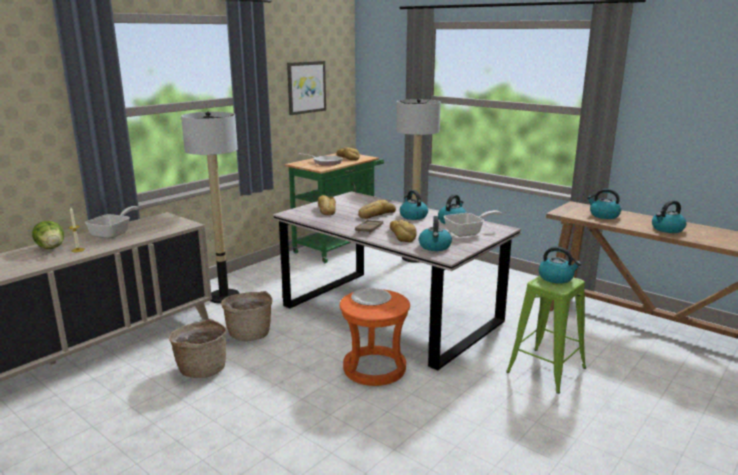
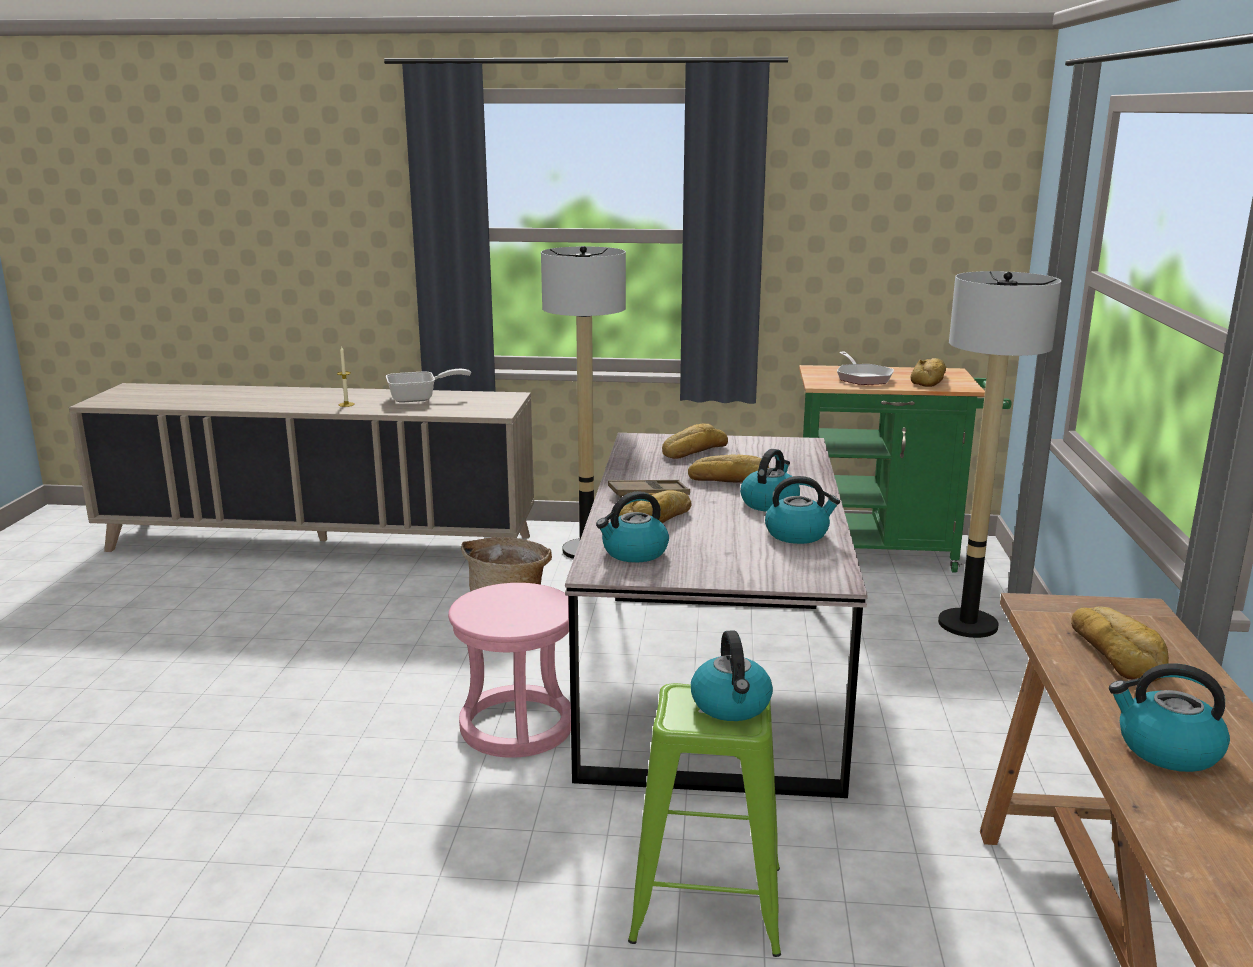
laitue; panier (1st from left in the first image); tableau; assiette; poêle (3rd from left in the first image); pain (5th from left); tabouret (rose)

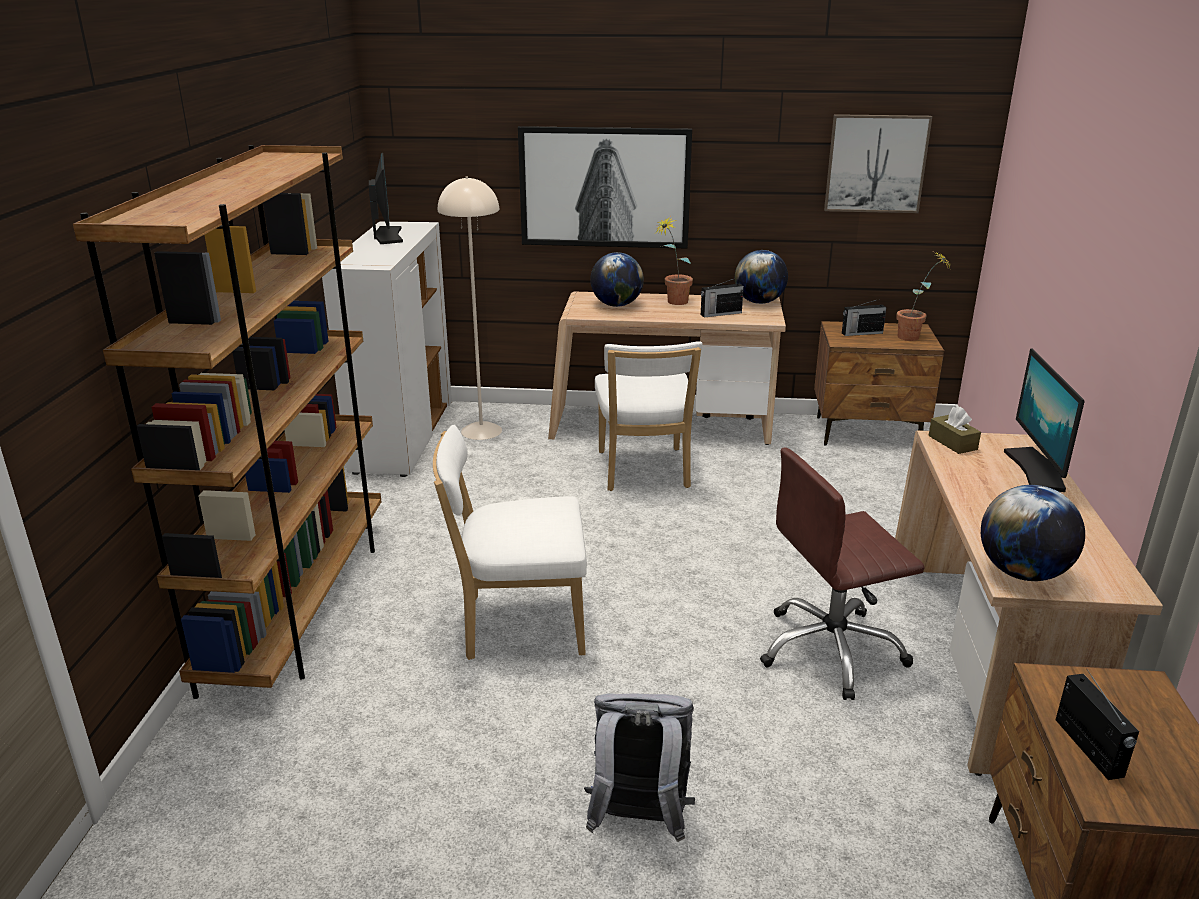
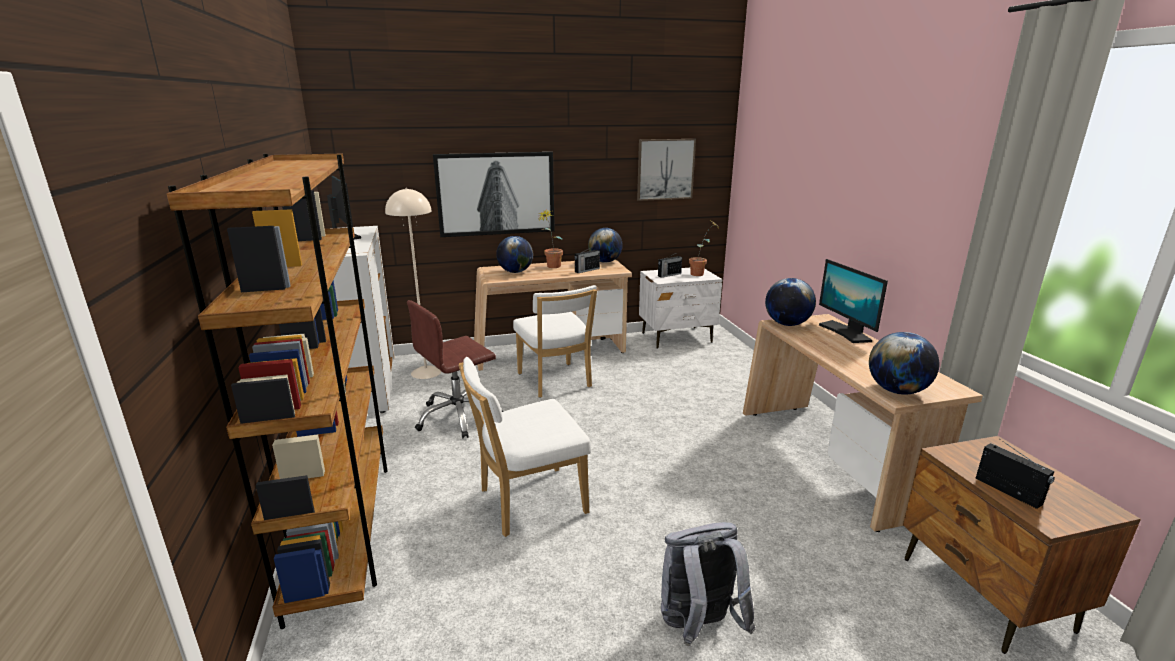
chaise de bureau (marron); globe (3rd from left); table de chevet (blanc)

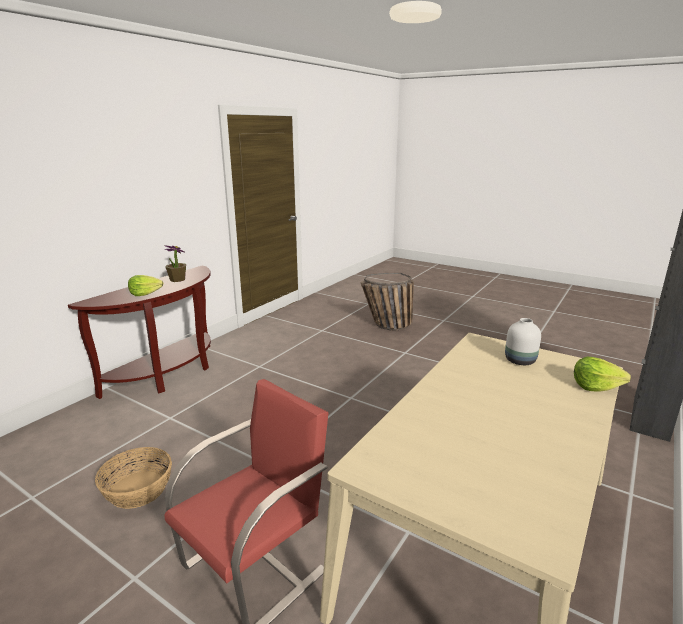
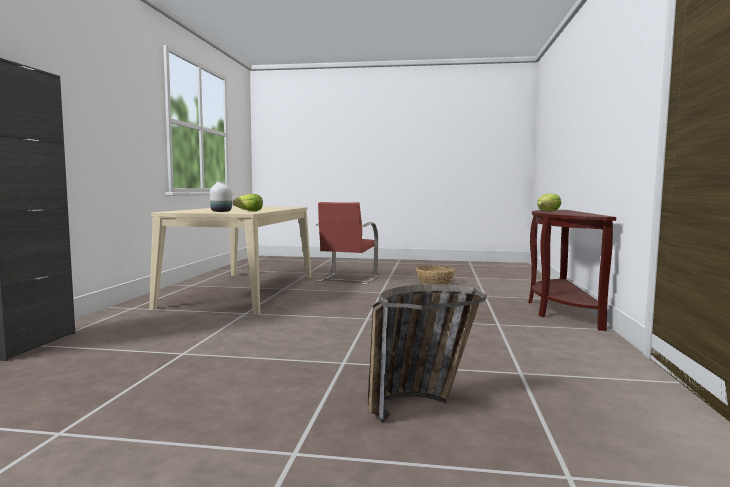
plante en pot; laitue (1st from left)

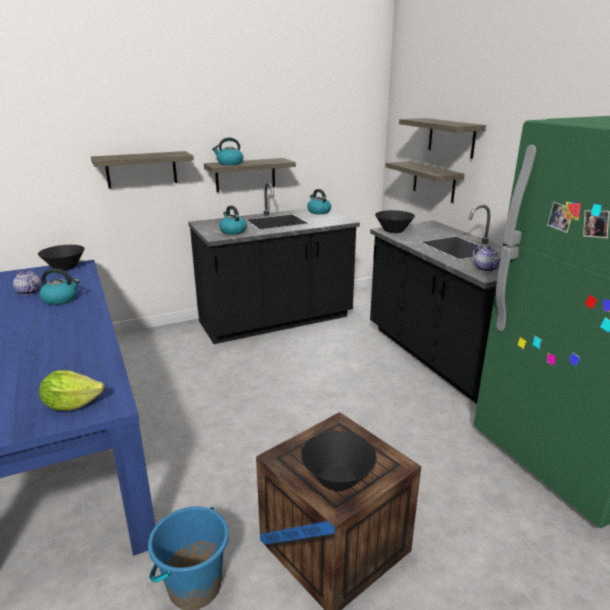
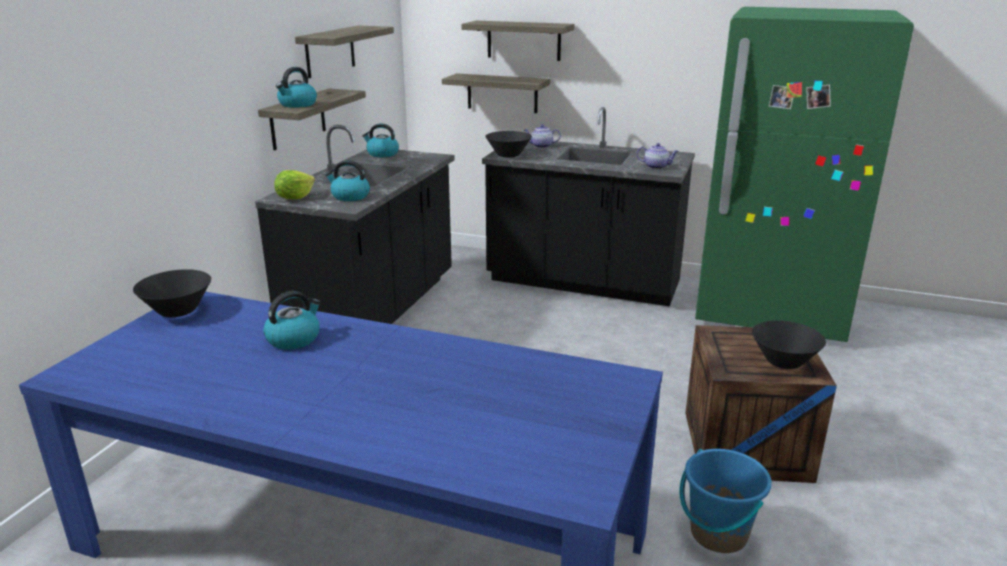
théière (1st from left); laitue; étagère (2nd from left)

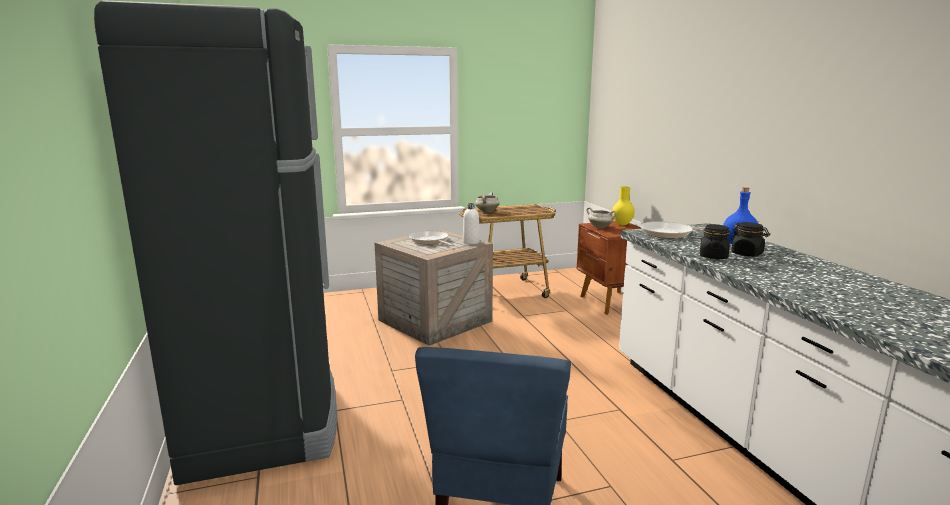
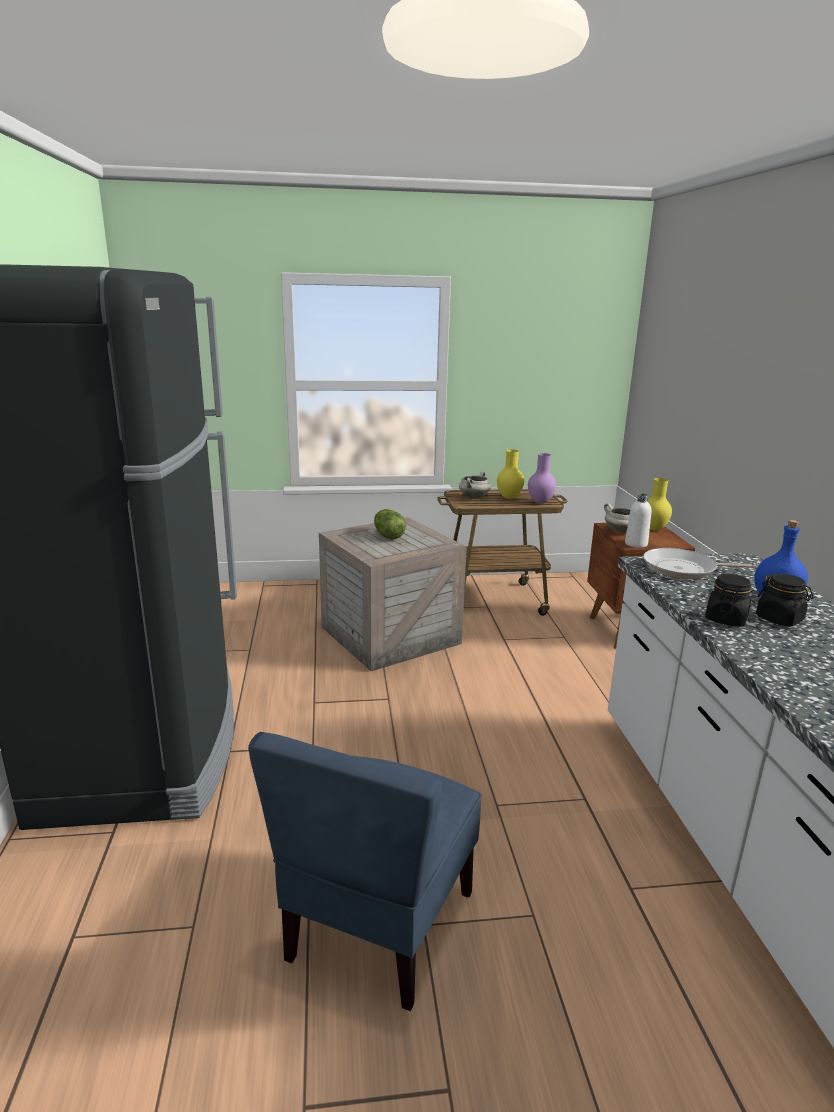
vase (jaune) (1st from left); vase (violet); bouteille (blanc); laitue

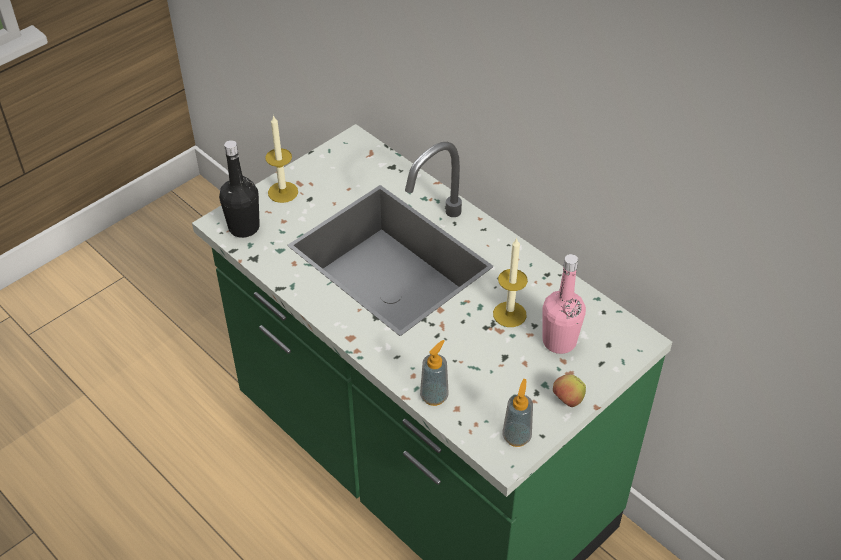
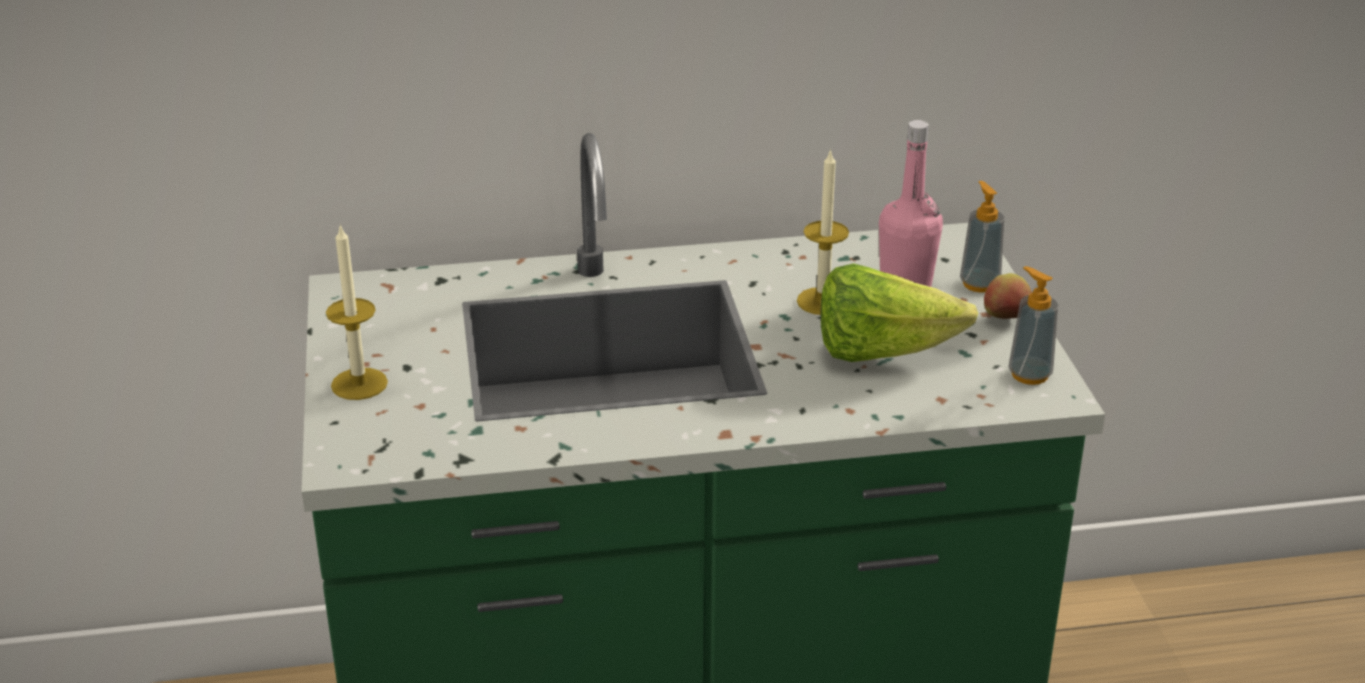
bouteille (noir); laitue; distributeur de savon (1st from left)

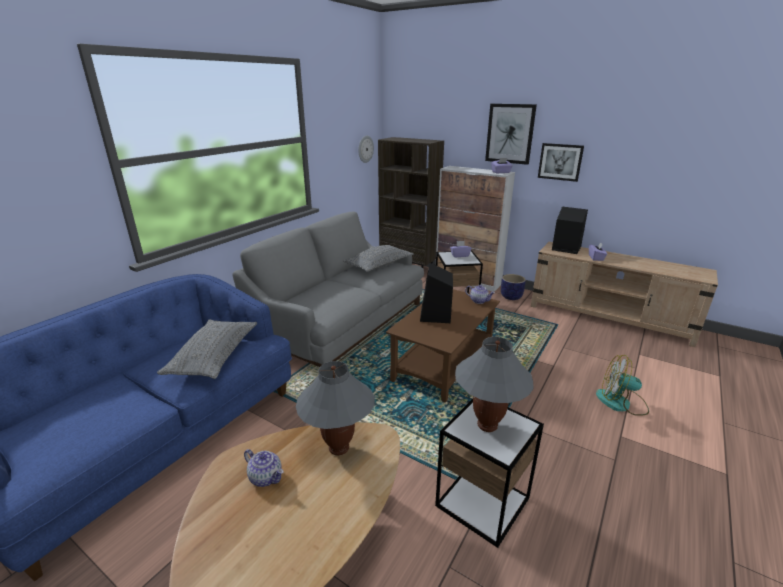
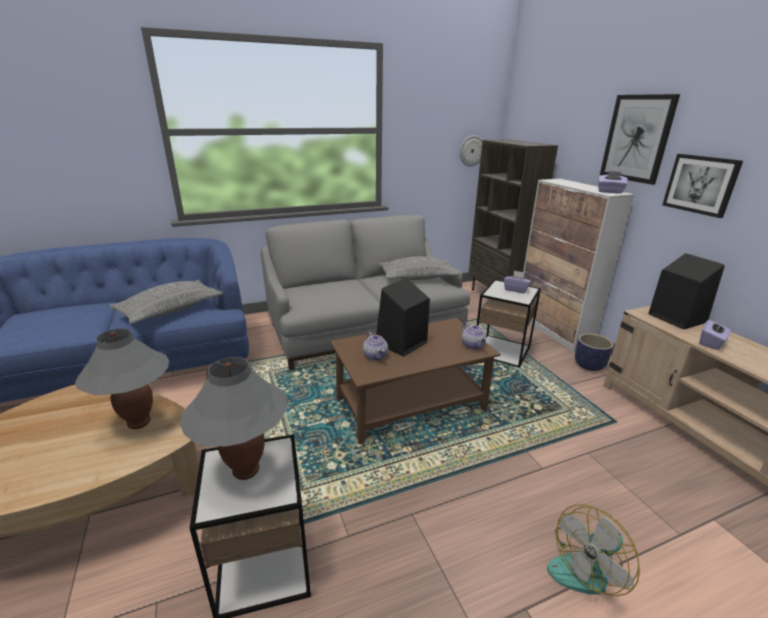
théière (1st from left); ventilateur

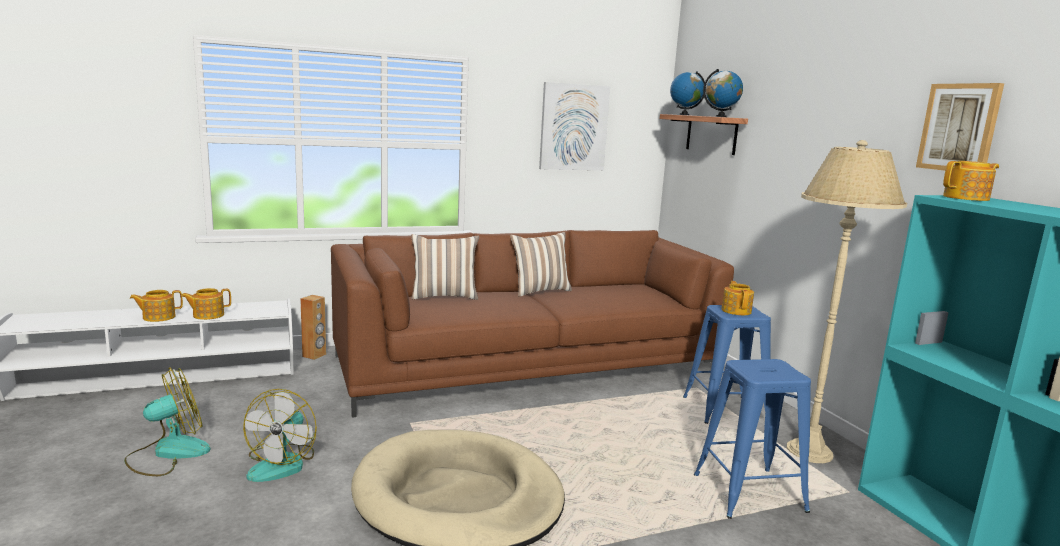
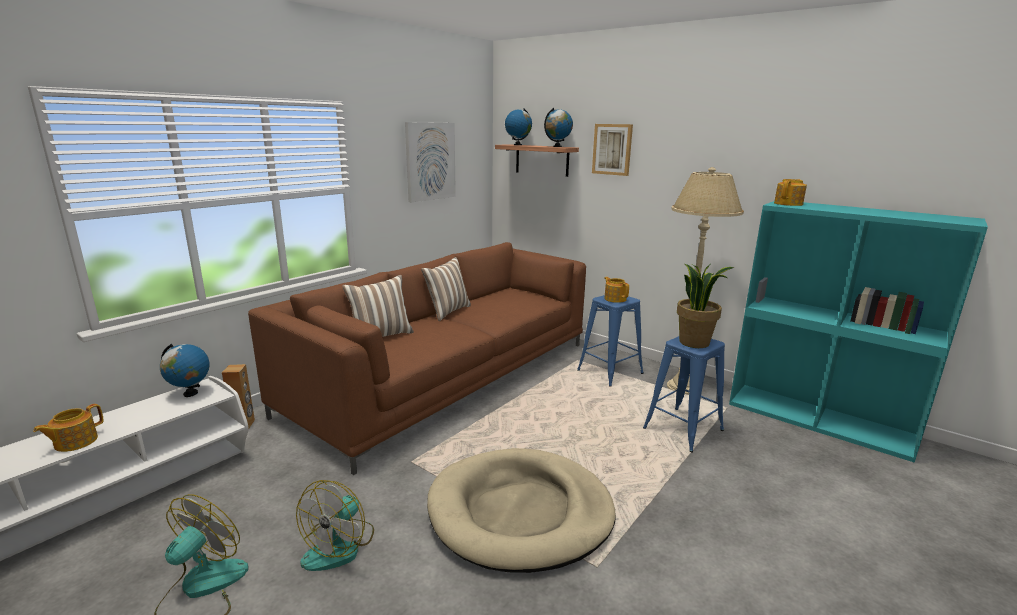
théière (2nd from left in the first image); globe (1st from left); plante en pot; tableau (2nd from left); ventilateur (2nd from left)

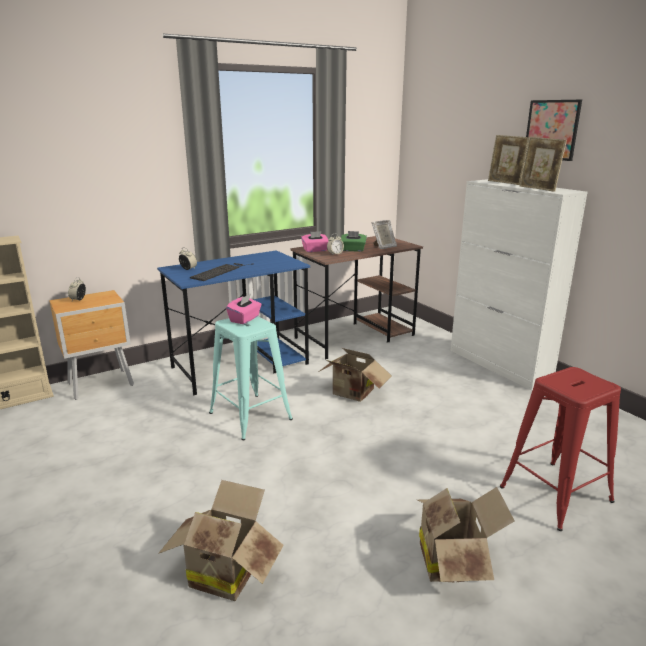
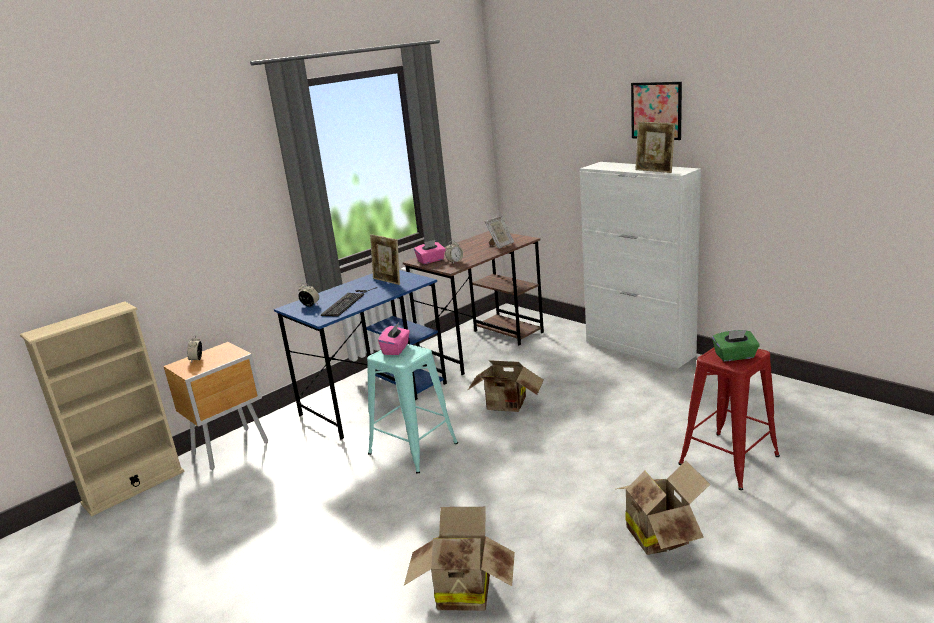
boîte à mouchoirs (vert); cadre photo (1st from left)

